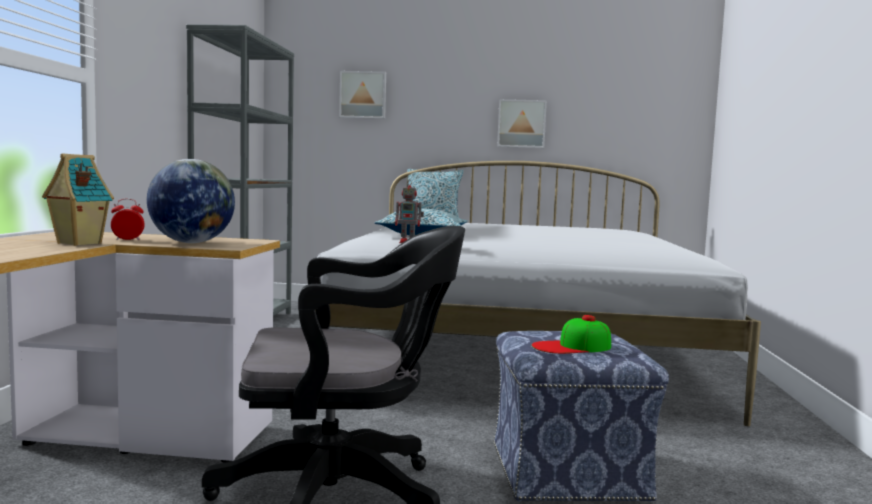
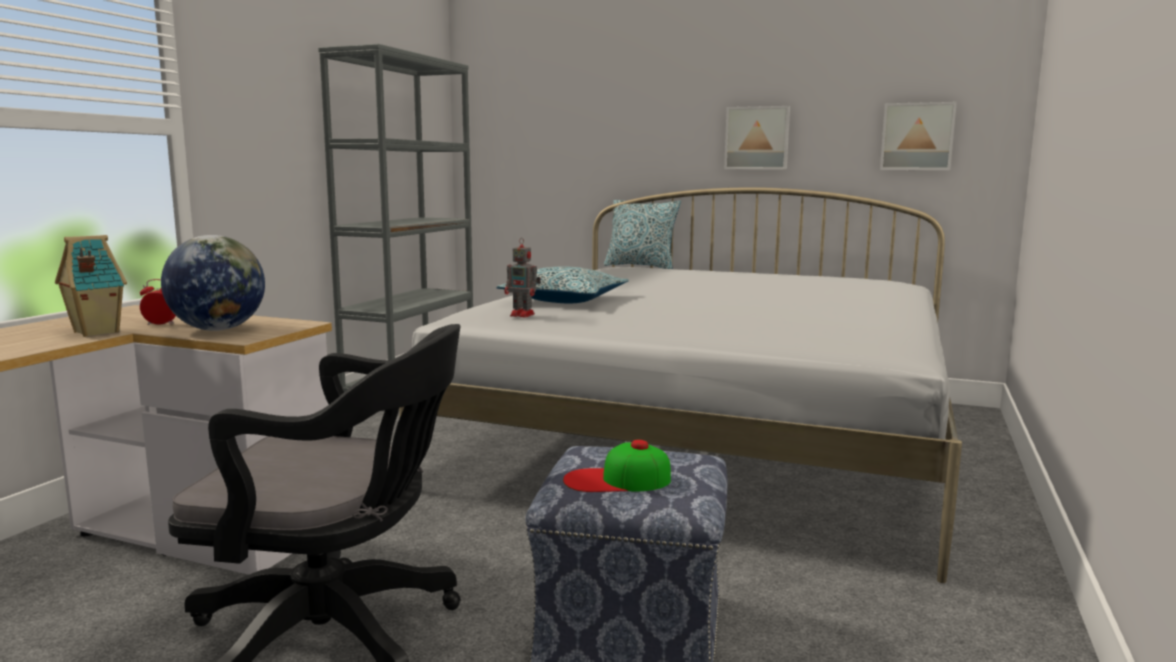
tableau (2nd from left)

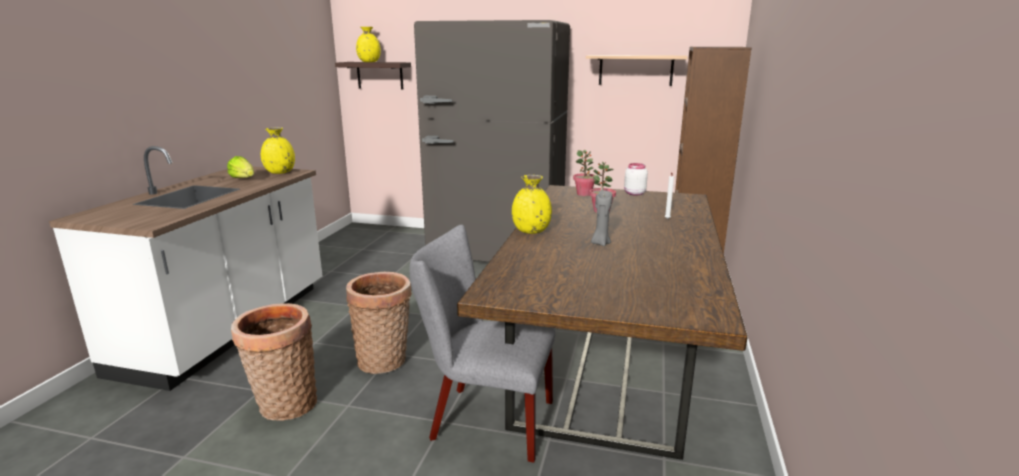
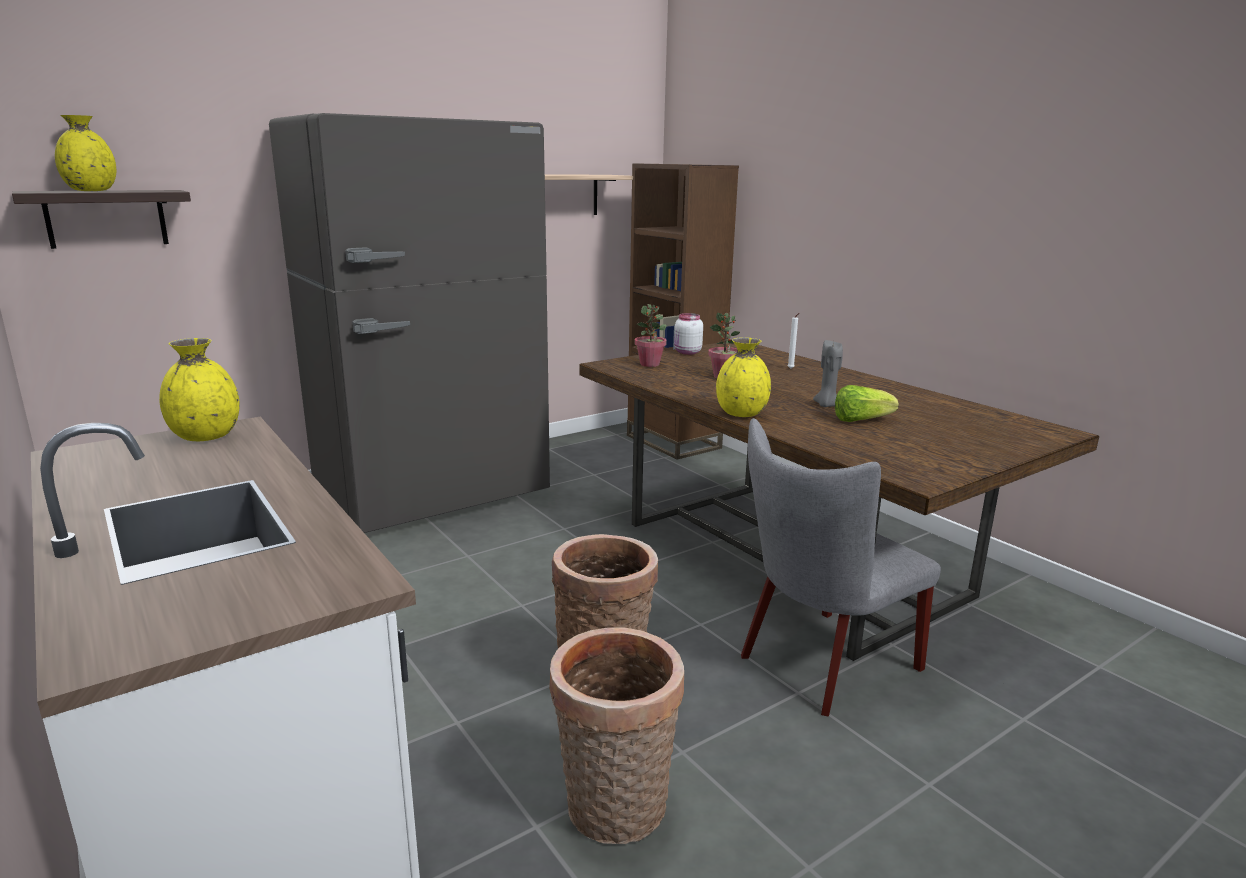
laitue

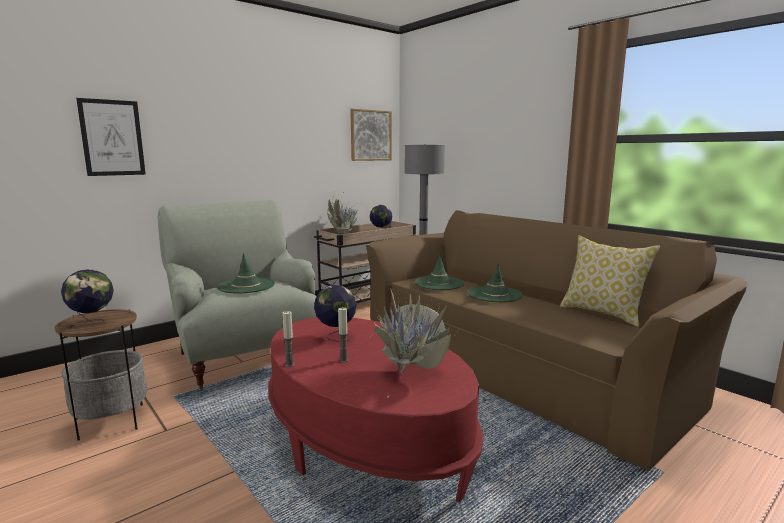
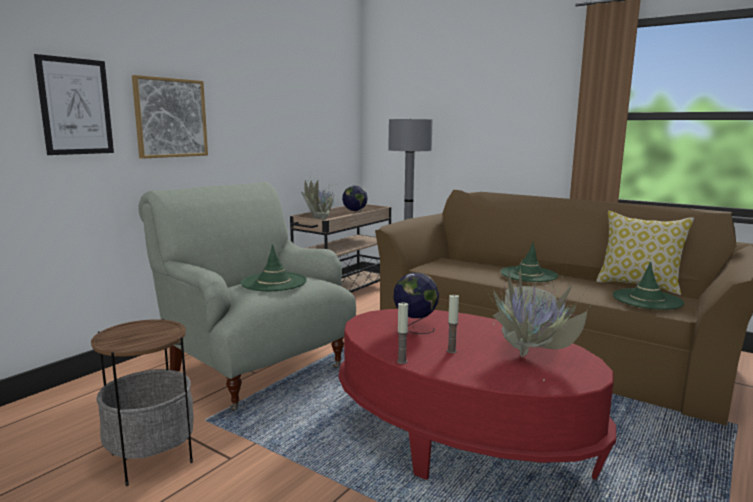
globe (1st from left in the first image); tableau (2nd from left); chapeau (vert) (3rd from left)

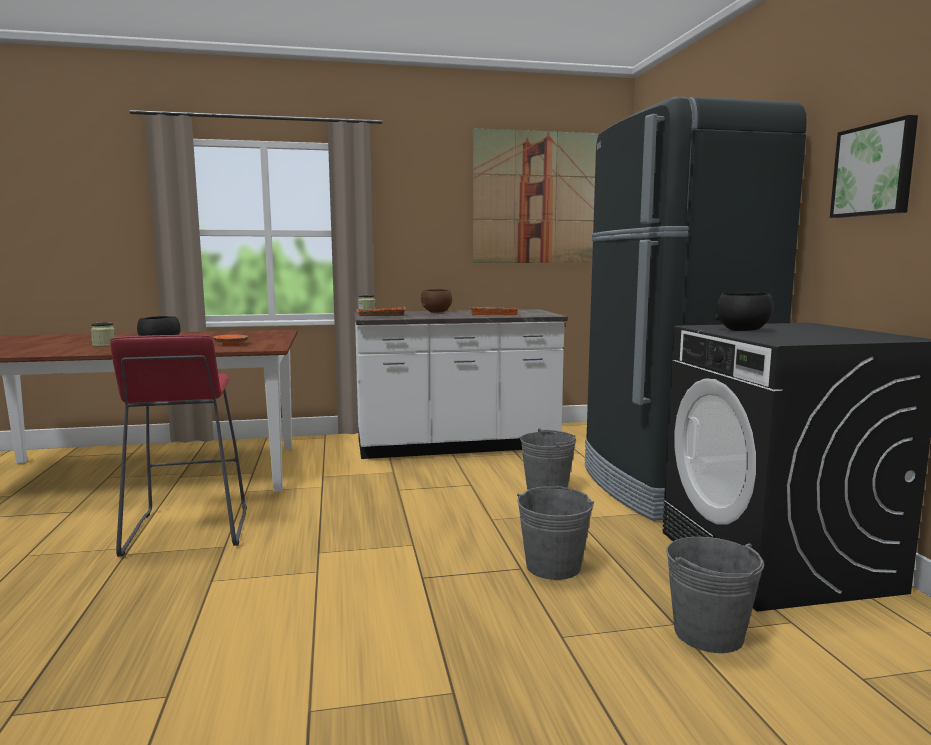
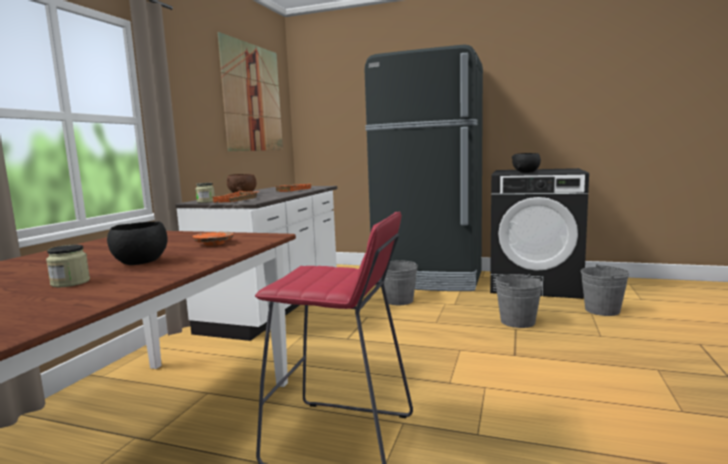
tableau (2nd from left in the first image)

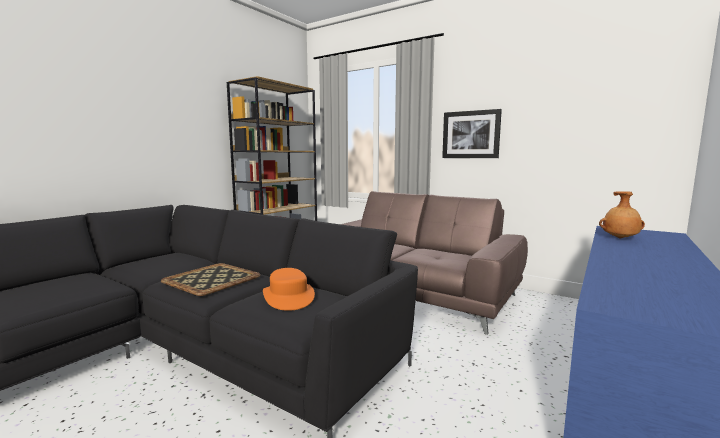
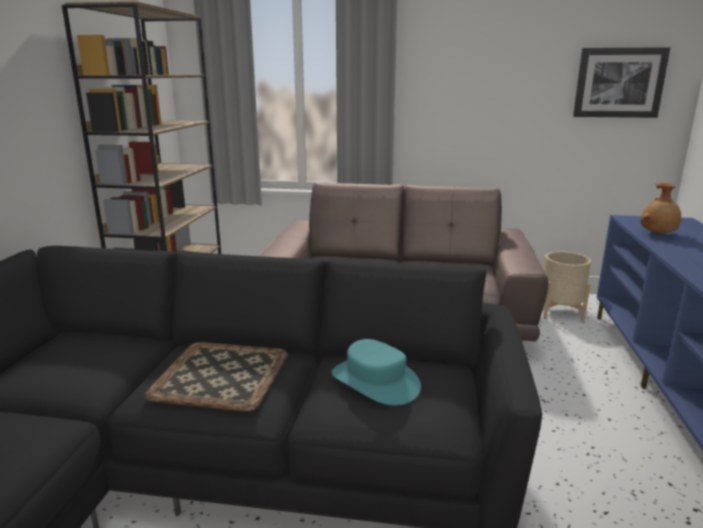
cache-pot (beige); tableau; chapeau (turquoise)

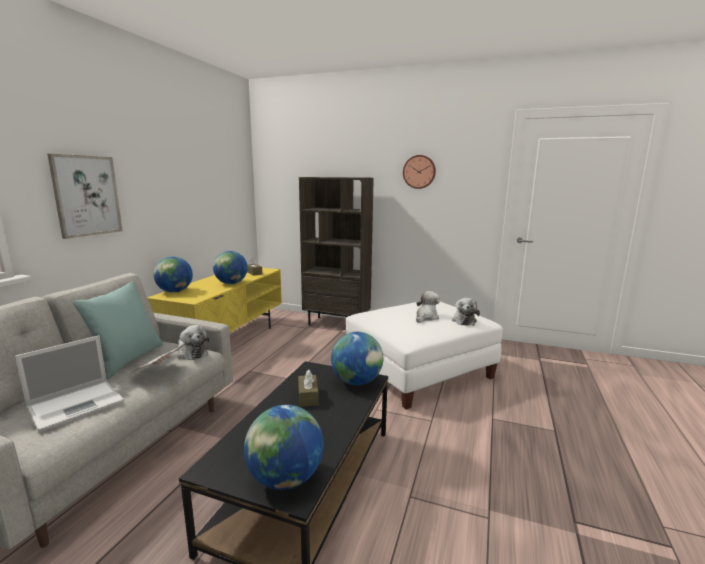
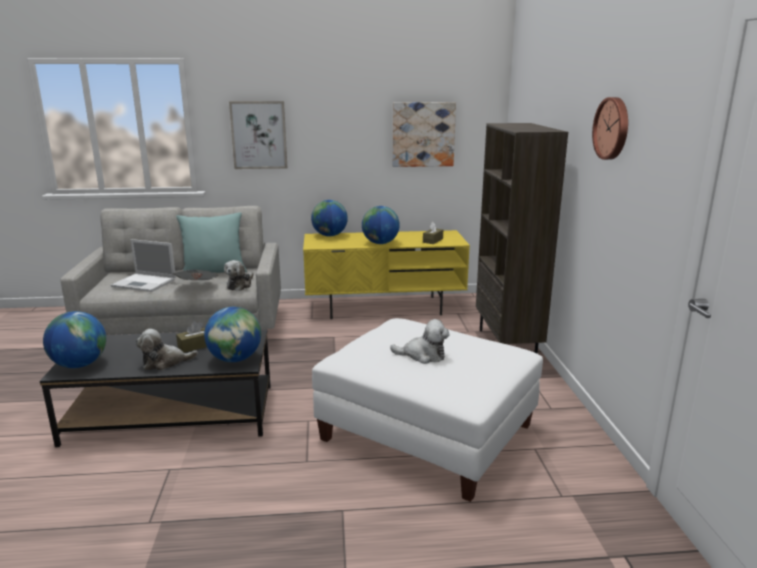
tableau (2nd from left); peluche (1st from left)

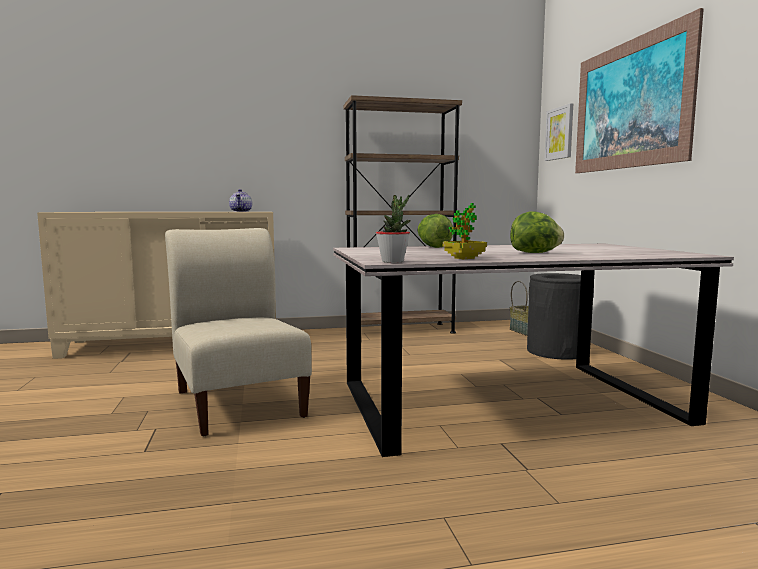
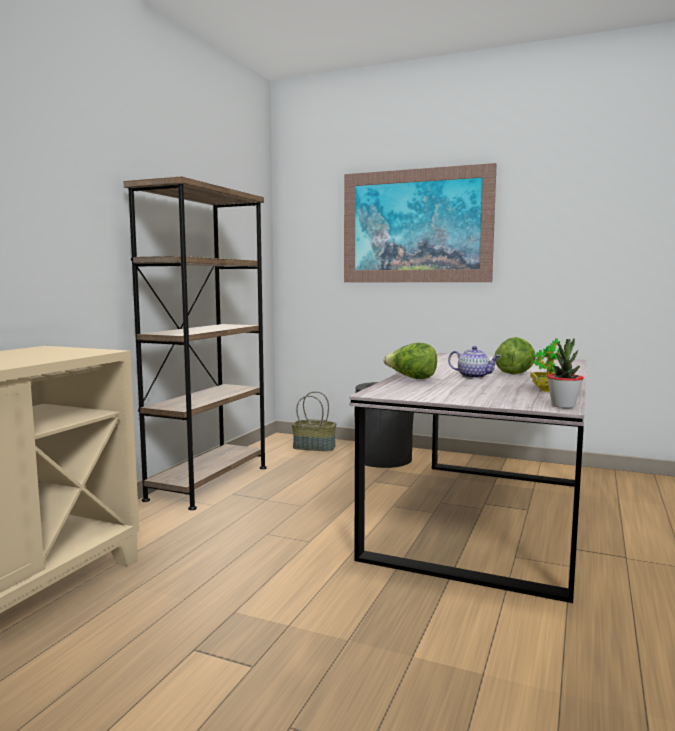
chaise (beige); tableau (1st from left in the first image); théière

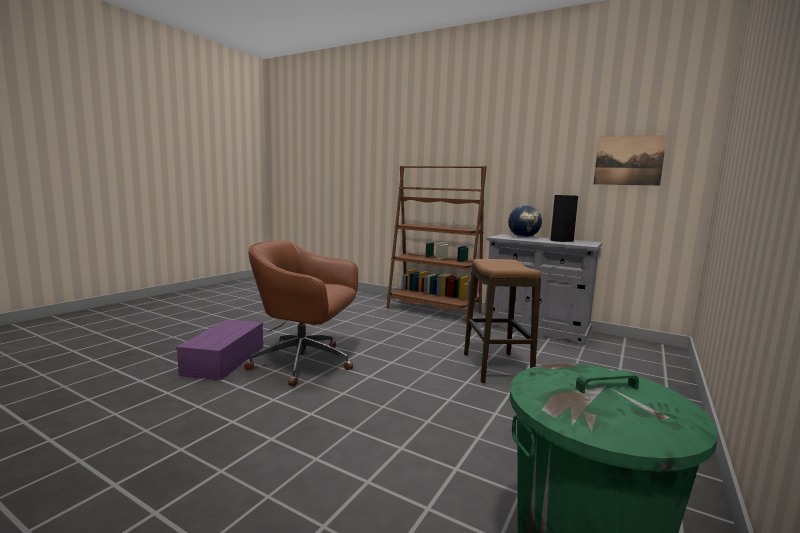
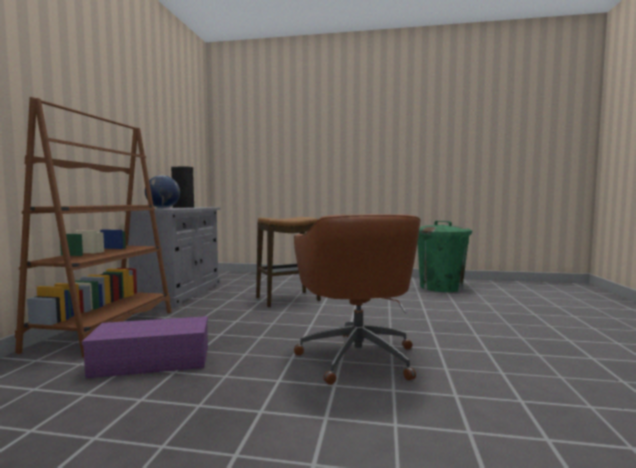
tableau; boîte de rangement (violet)

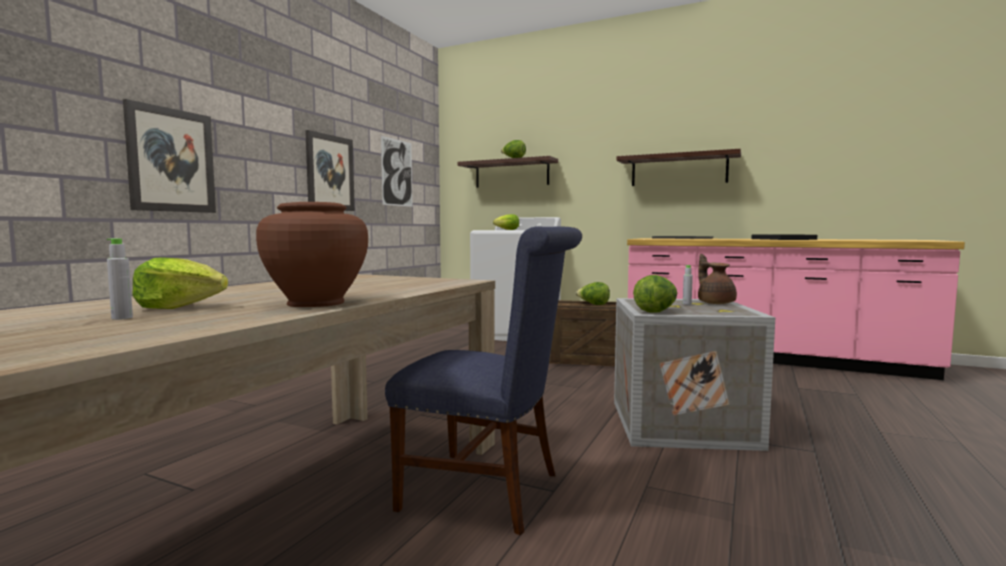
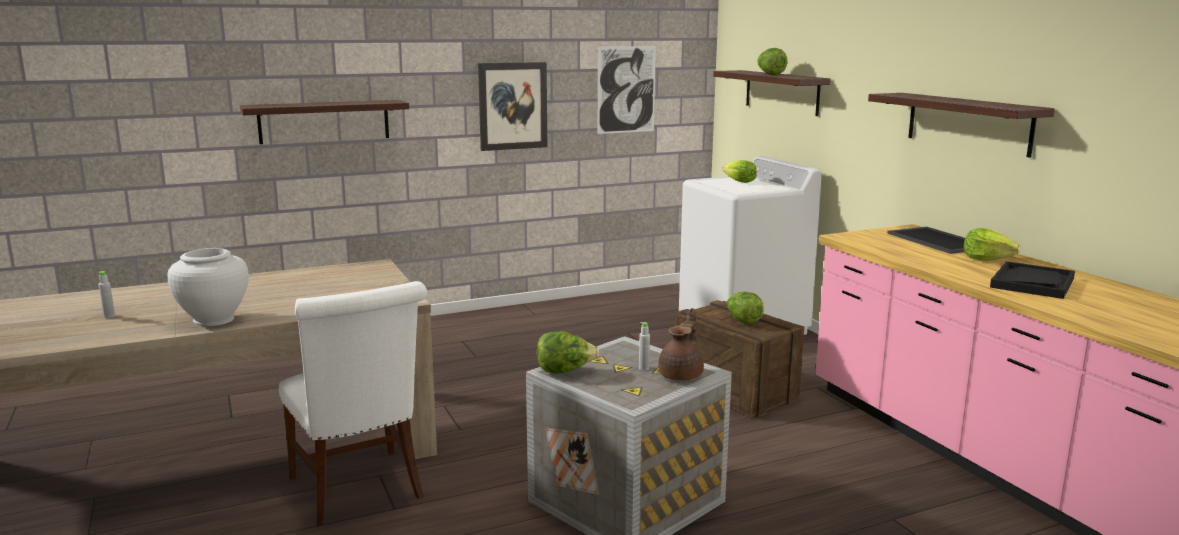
laitue (5th from left); étagère (1st from left); vase (blanc); chaise (blanc)

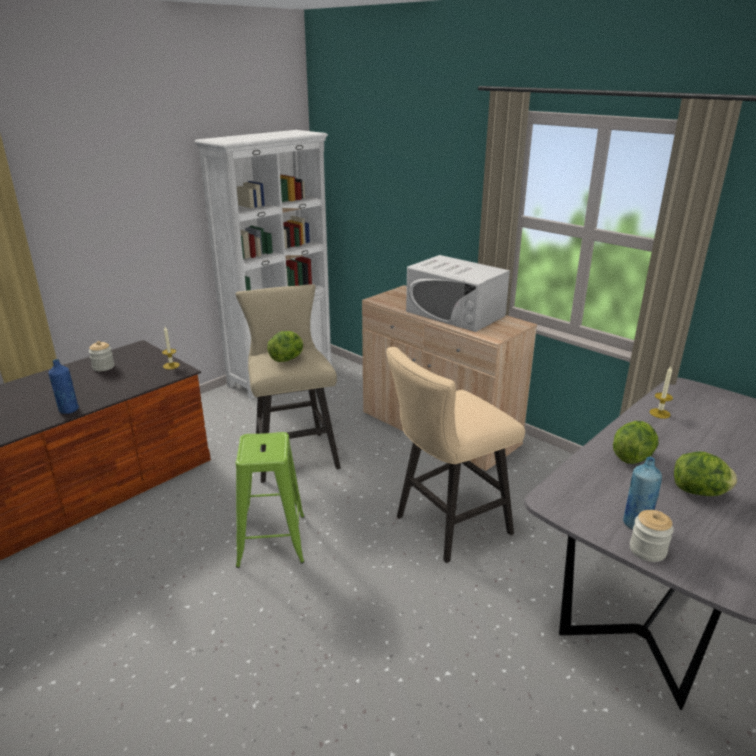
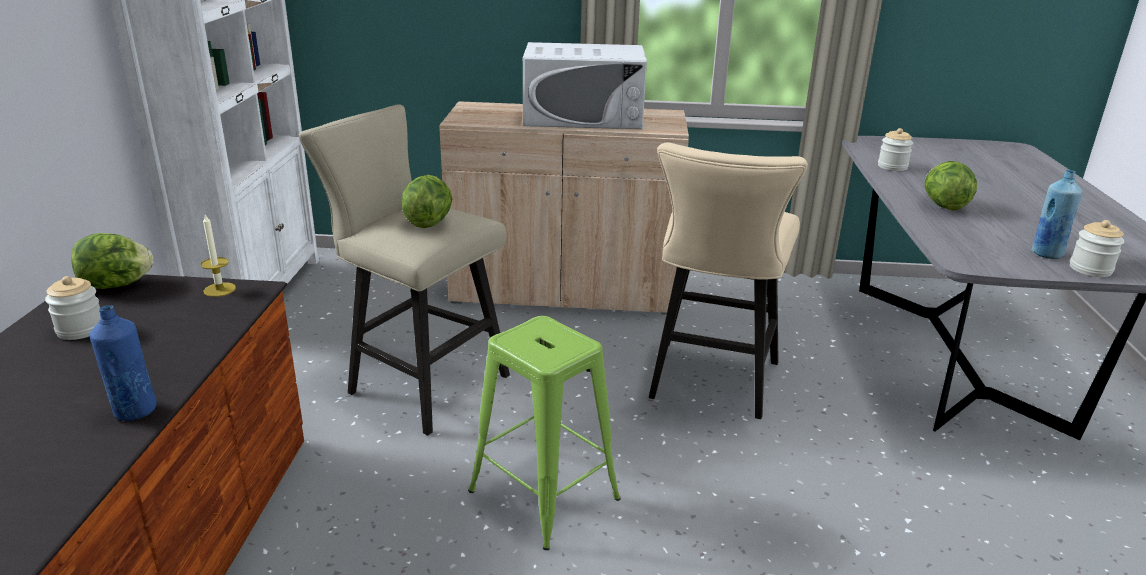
laitue (1st from left); bocal (2nd from left)

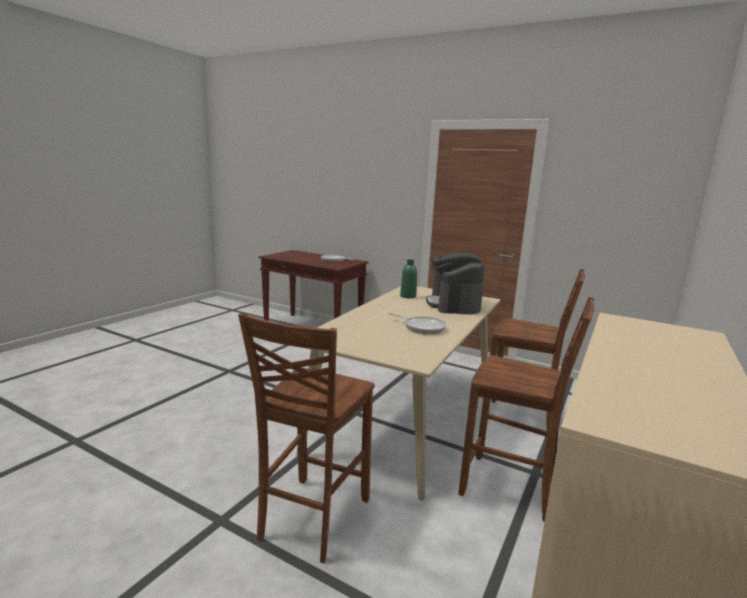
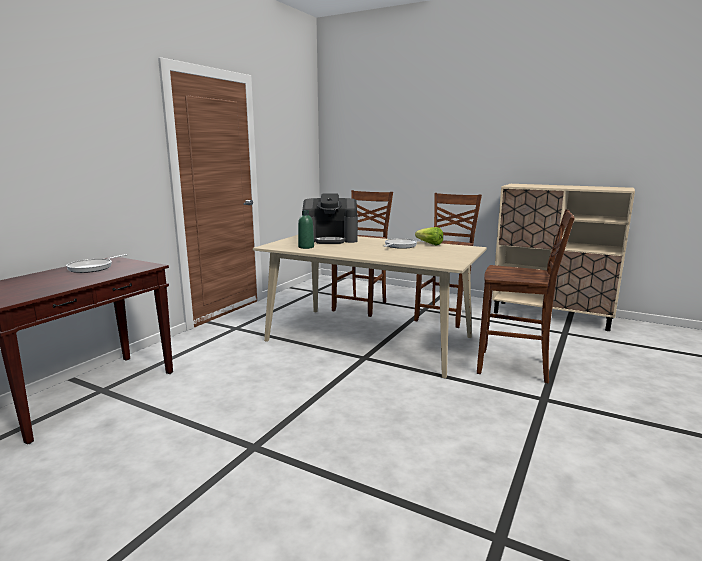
laitue

